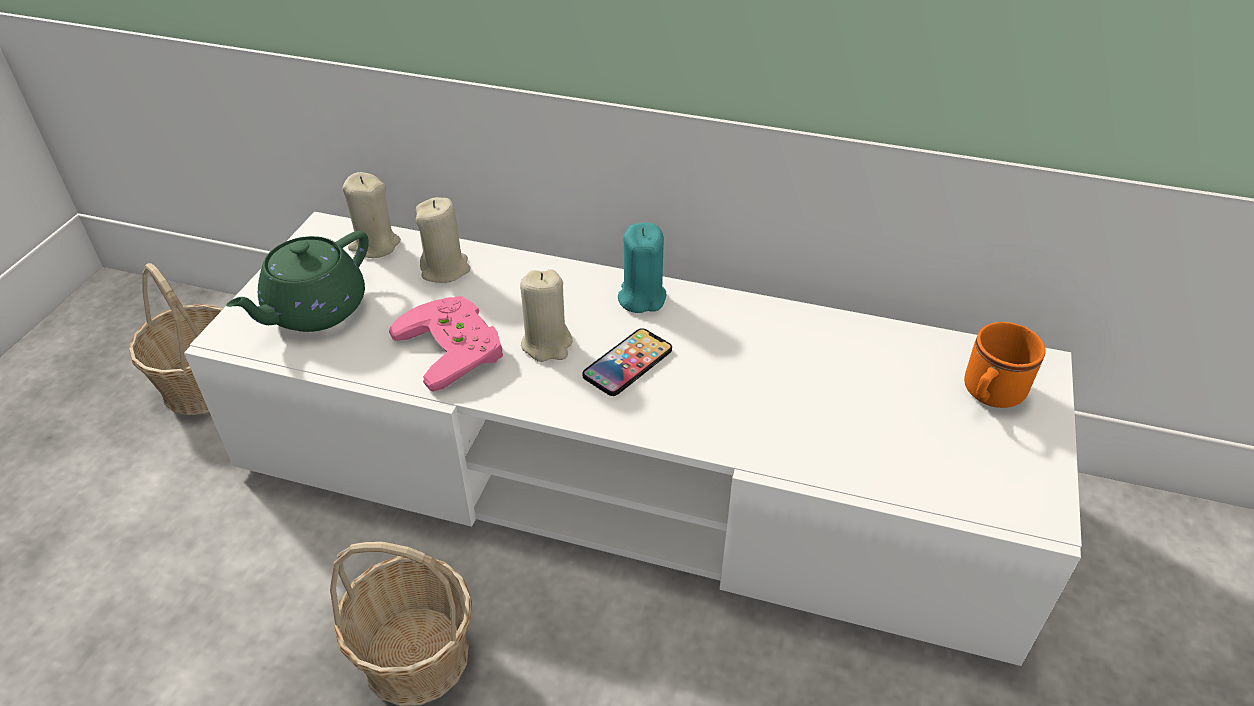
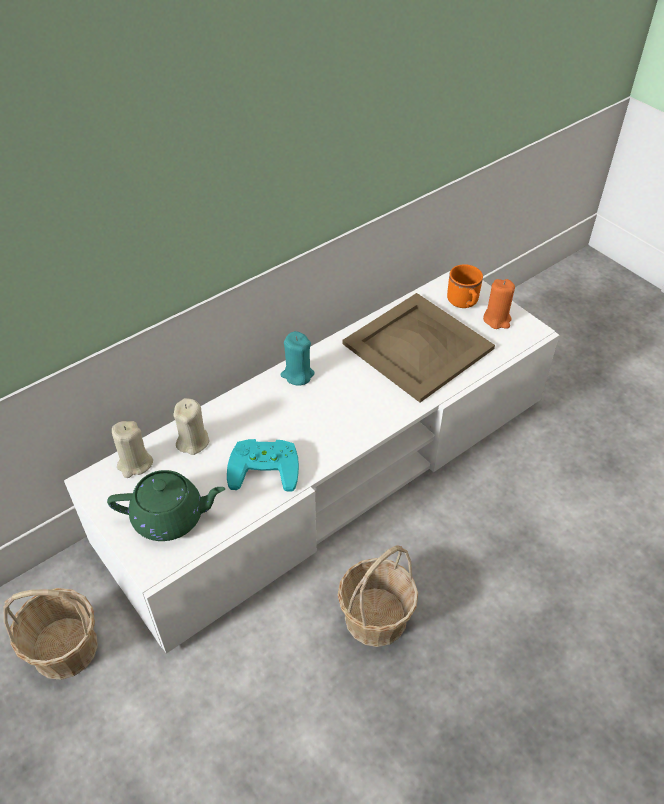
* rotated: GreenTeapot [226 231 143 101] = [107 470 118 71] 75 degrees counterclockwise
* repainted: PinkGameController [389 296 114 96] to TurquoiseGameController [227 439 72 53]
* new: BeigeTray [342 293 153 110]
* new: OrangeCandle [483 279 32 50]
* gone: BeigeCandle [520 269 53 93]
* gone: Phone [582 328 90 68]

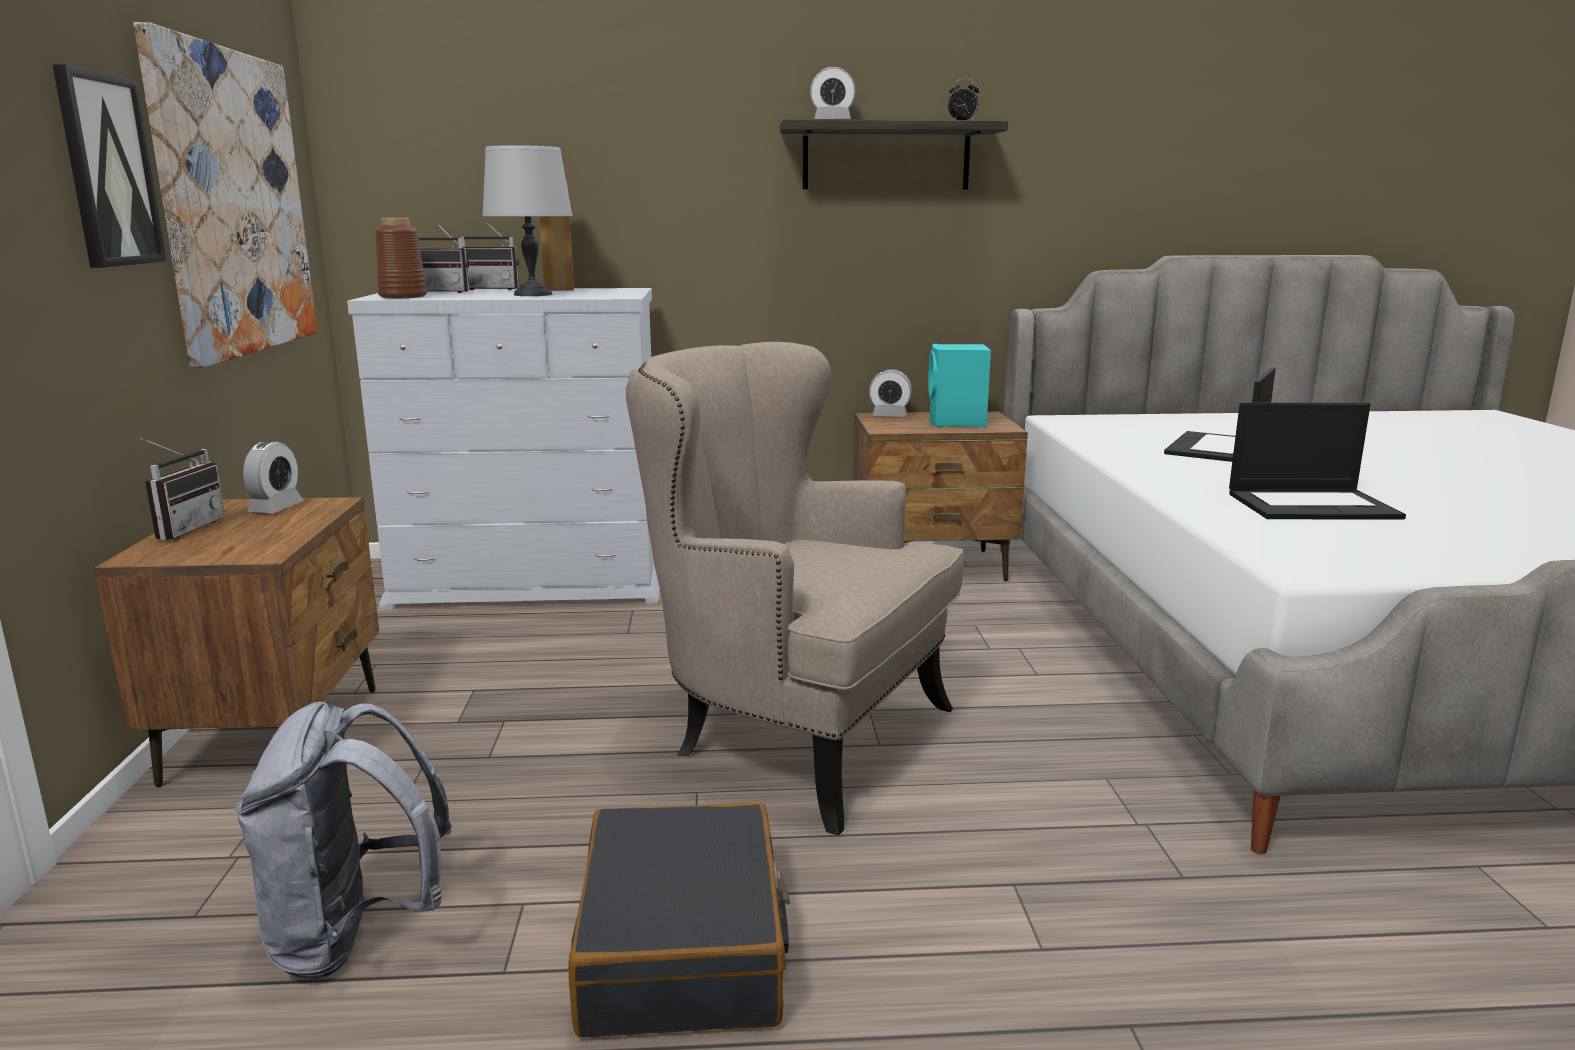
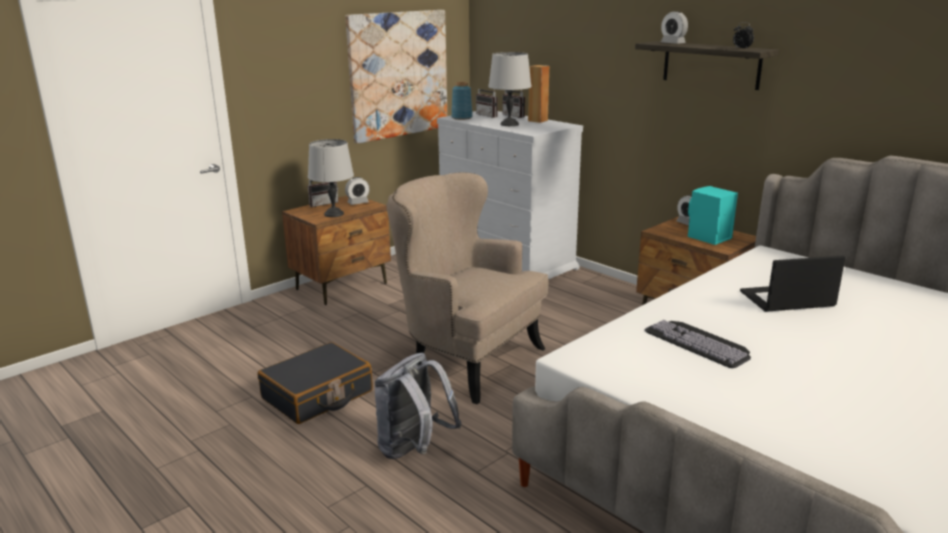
* new: GreyTableLamp [308 139 46 78]
* shifted: GreyBackpack [235 702 217 277] to [375 353 87 106]
* rotated: BeigeArmchair [626 342 338 493] = [387 172 162 232] 45 degrees counterclockwise
* repainted: BrownVase [375 218 52 80] to BlueVase [451 82 22 38]
* swapped: Laptop [1229 402 177 118] to Keyboard [644 320 107 48]
* gone: Picture [52 64 115 204]

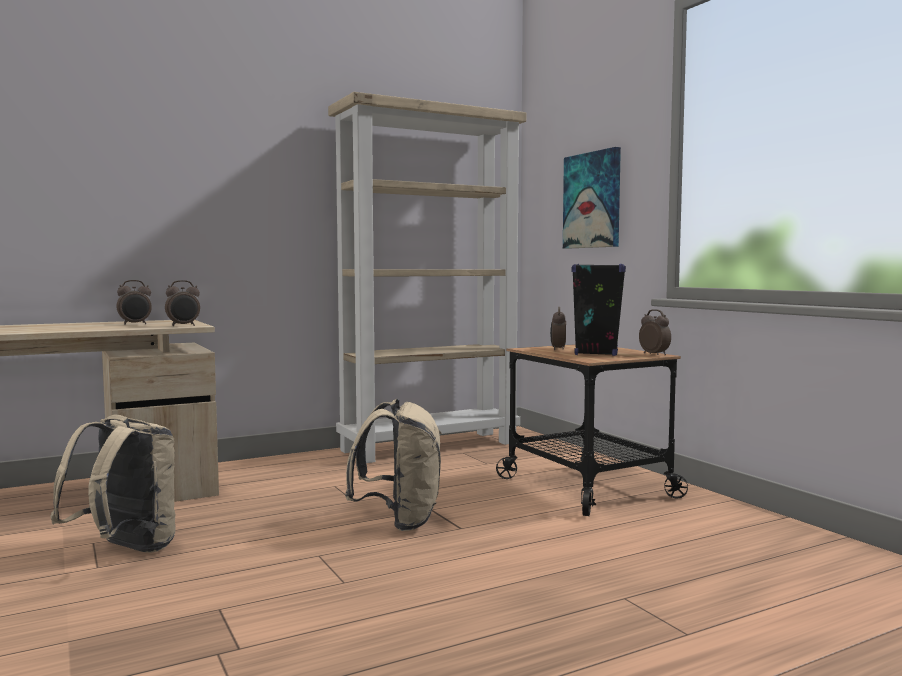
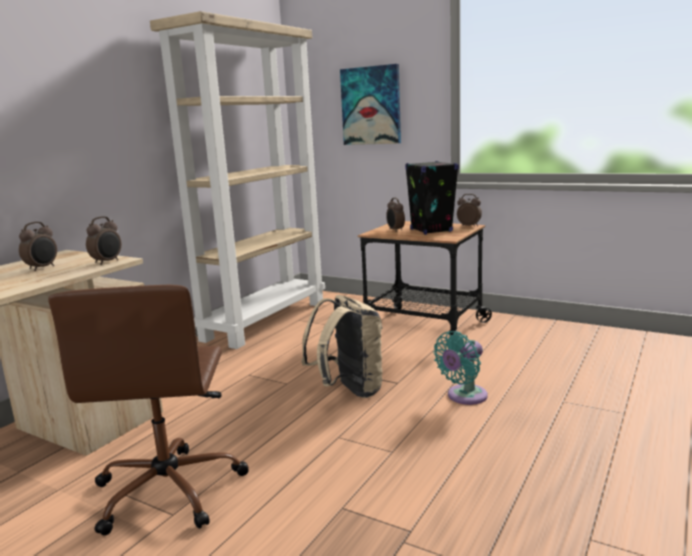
* swapped: BeigeBackpack [50 415 126 137] to BrownOfficeChair [48 285 201 251]
* new: TurquoiseFan [433 331 55 74]

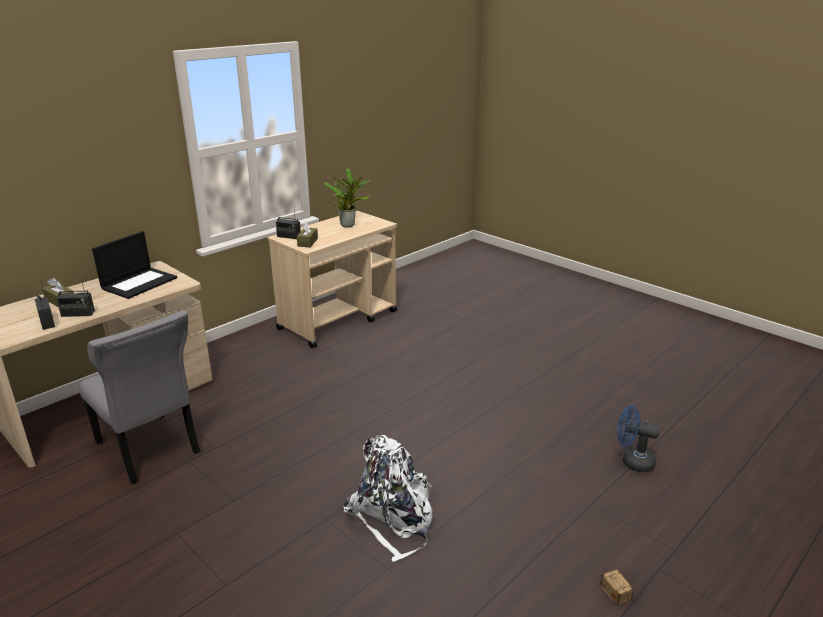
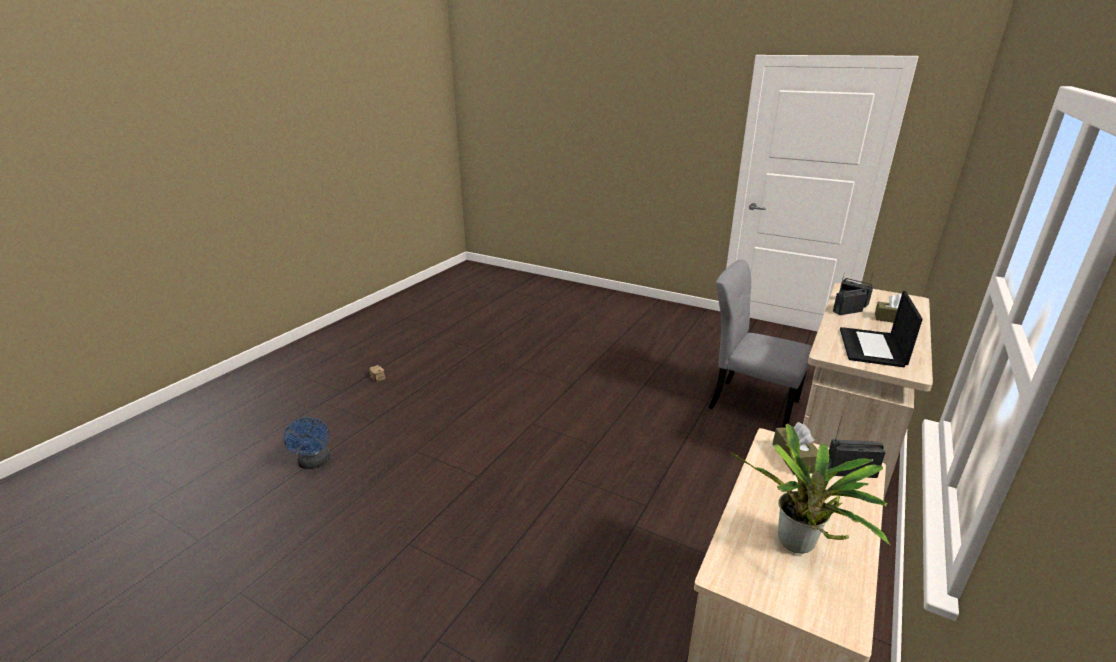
* rotated: BlueFan [617 405 43 67] = [283 416 47 53] 60 degrees clockwise
* gone: WhiteBackpack [343 435 89 127]

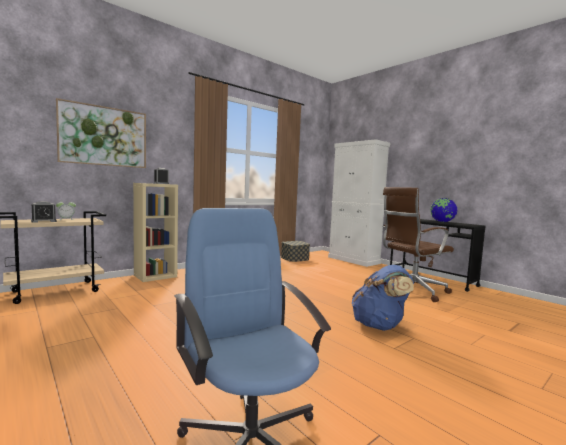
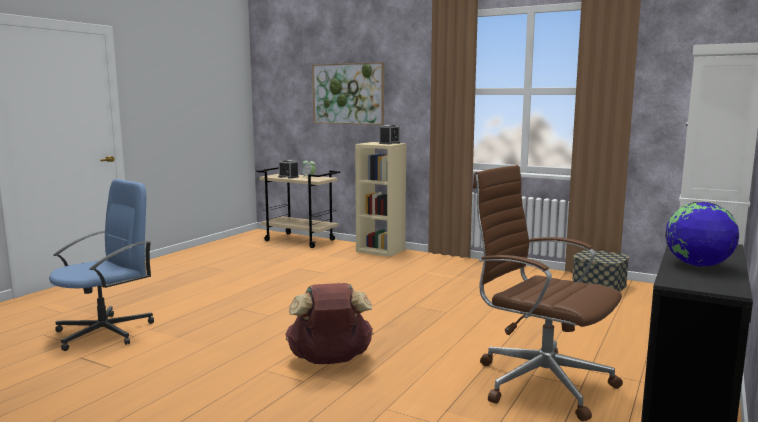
* repainted: BlueBackpack [352 265 62 66] to BrownBackpack [285 283 88 81]

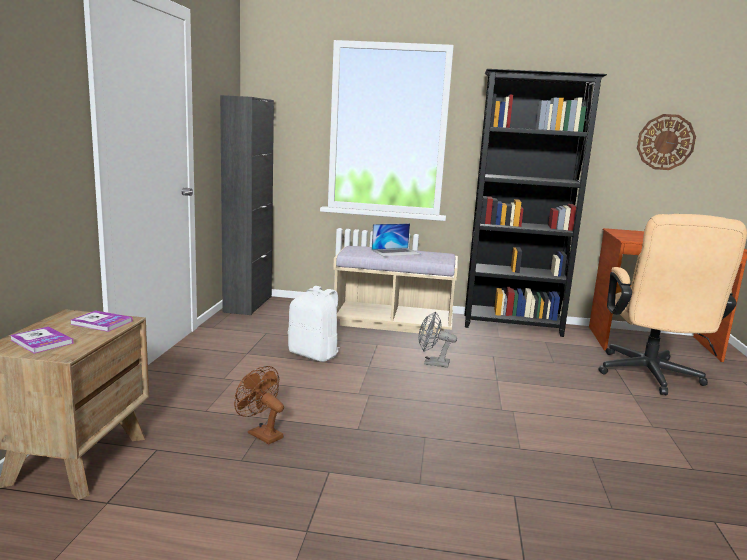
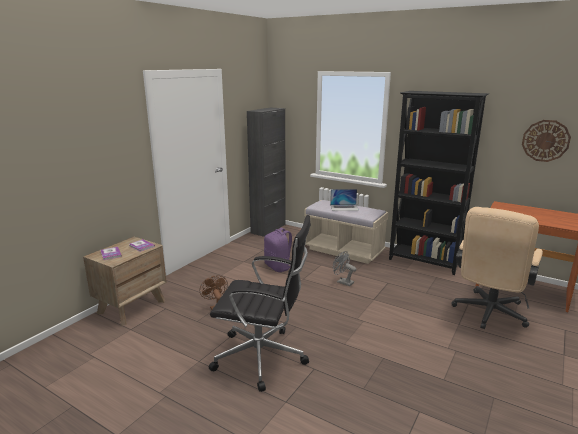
* new: BlackOfficeChair [209 215 102 177]
* repainted: WhiteBackpack [288 286 52 76] to PurpleBackpack [264 228 28 44]

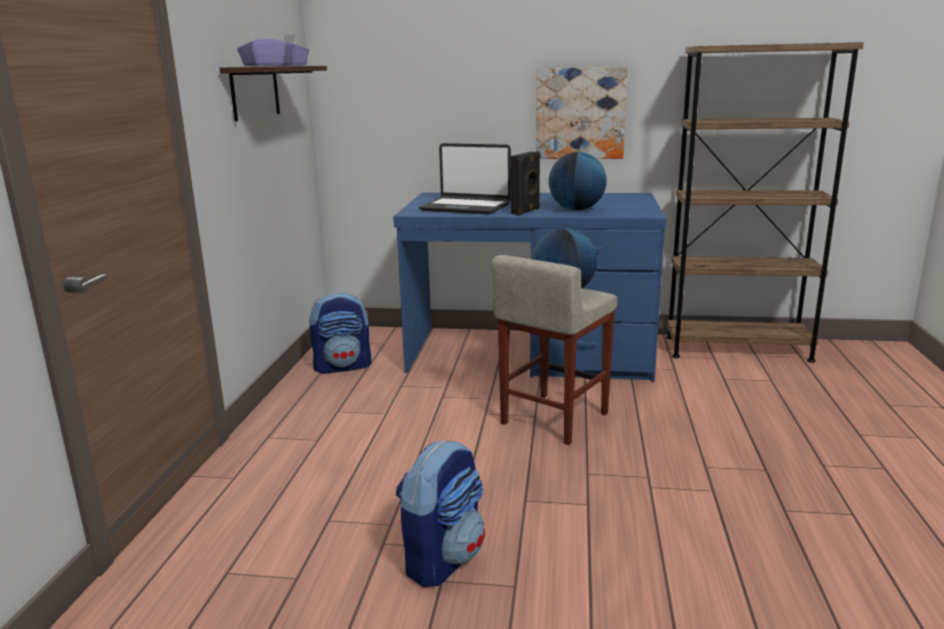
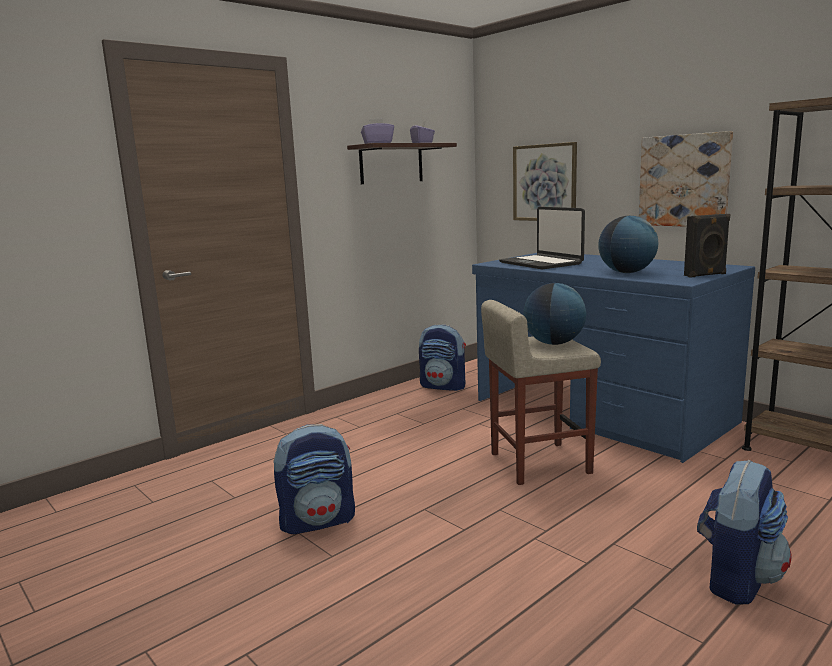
* new: Picture [513 142 64 79]
* shifted: BlackSpeaker [511 151 30 65] to [684 214 46 64]
* new: Backpack [697 459 95 146]

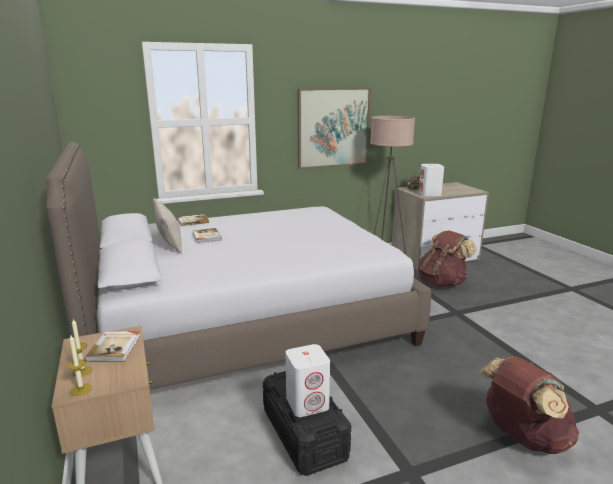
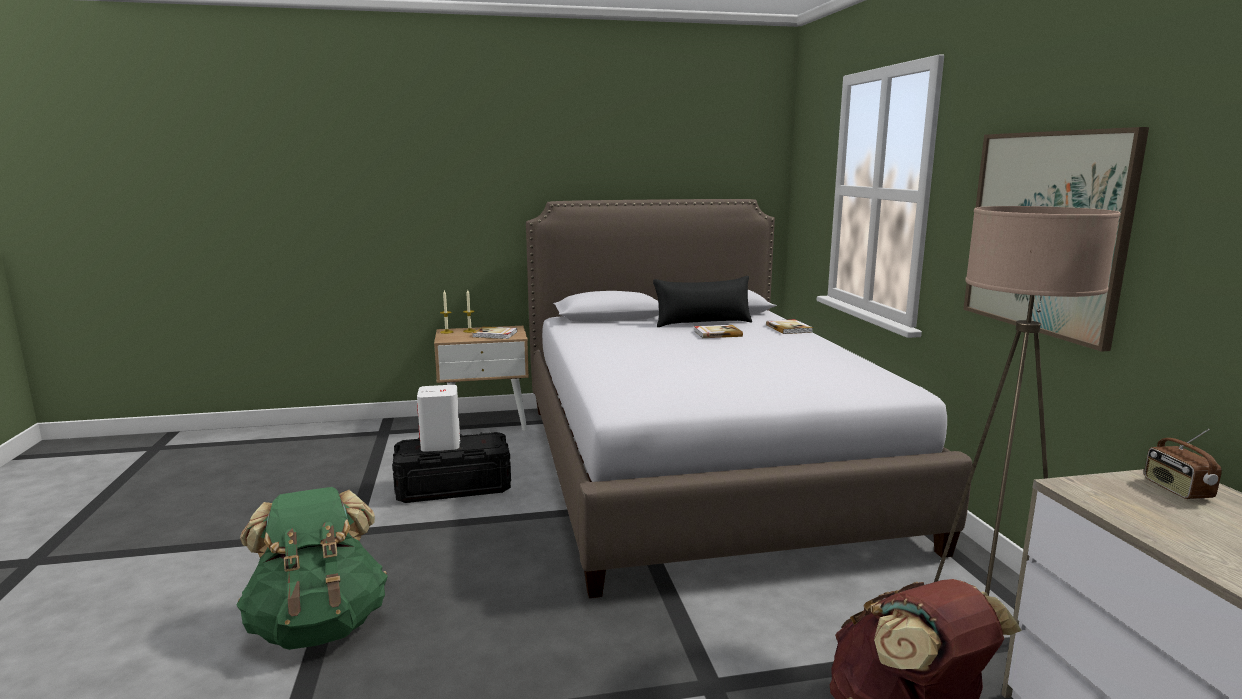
* repainted: BrownBackpack [479 356 100 98] to GreenBackpack [236 487 152 163]
* repainted: BeigePillow [154 198 28 56] to BlackPillow [653 276 99 51]
* gone: WhiteSpeaker [419 164 25 32]

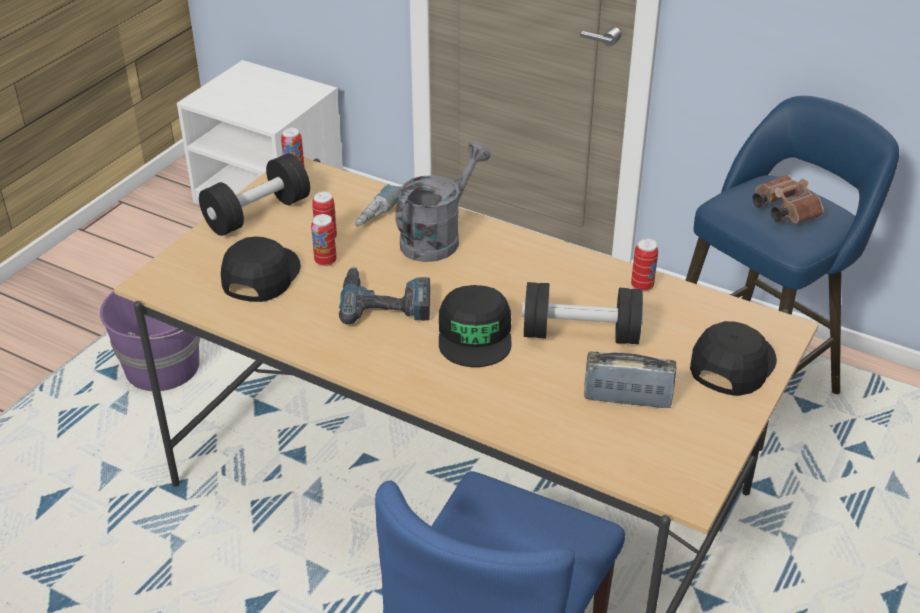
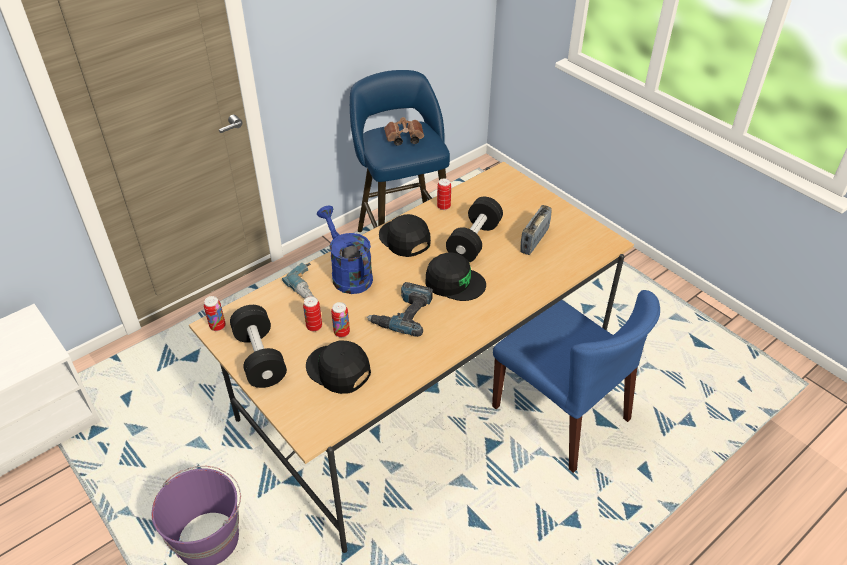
* repainted: GreyWateringCan [395 141 96 121] to BlueWateringCan [317 206 56 88]
* shifted: BlackCap [690 321 87 75] to [379 214 52 43]

